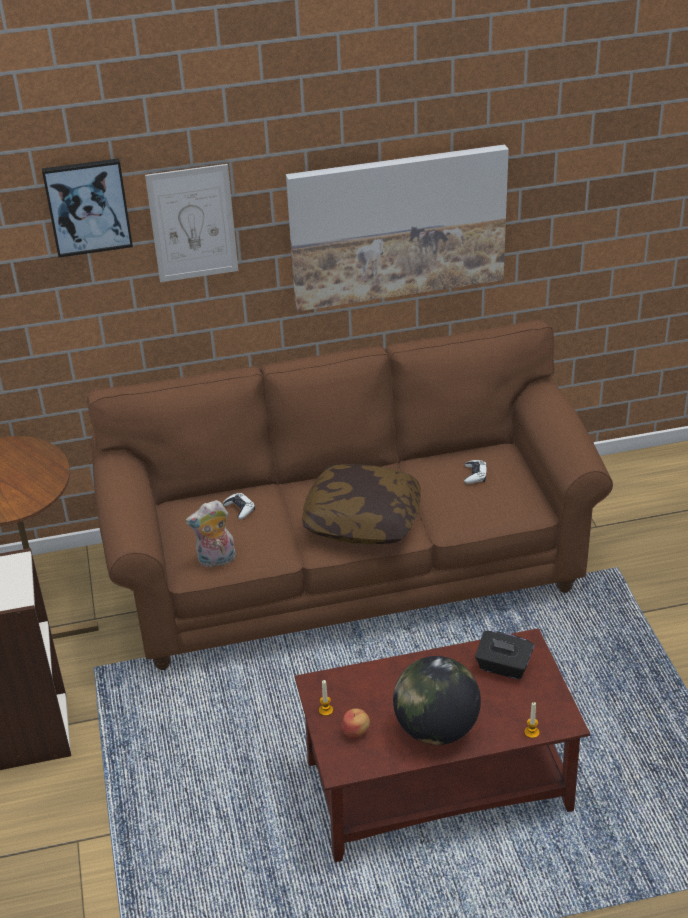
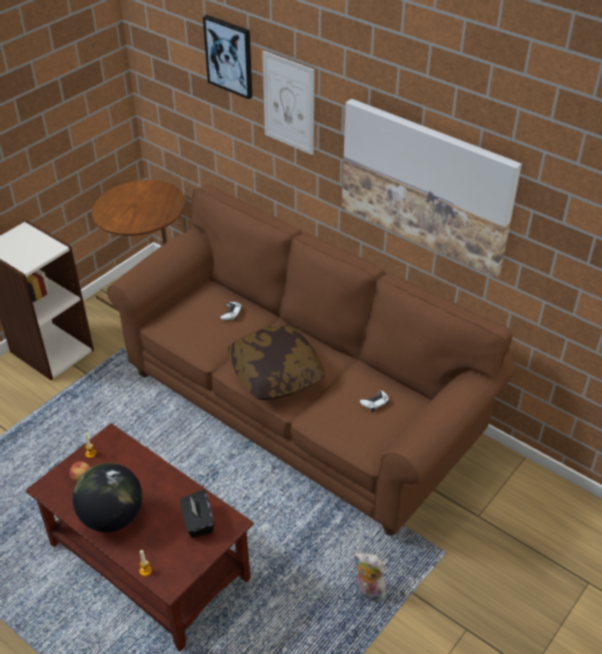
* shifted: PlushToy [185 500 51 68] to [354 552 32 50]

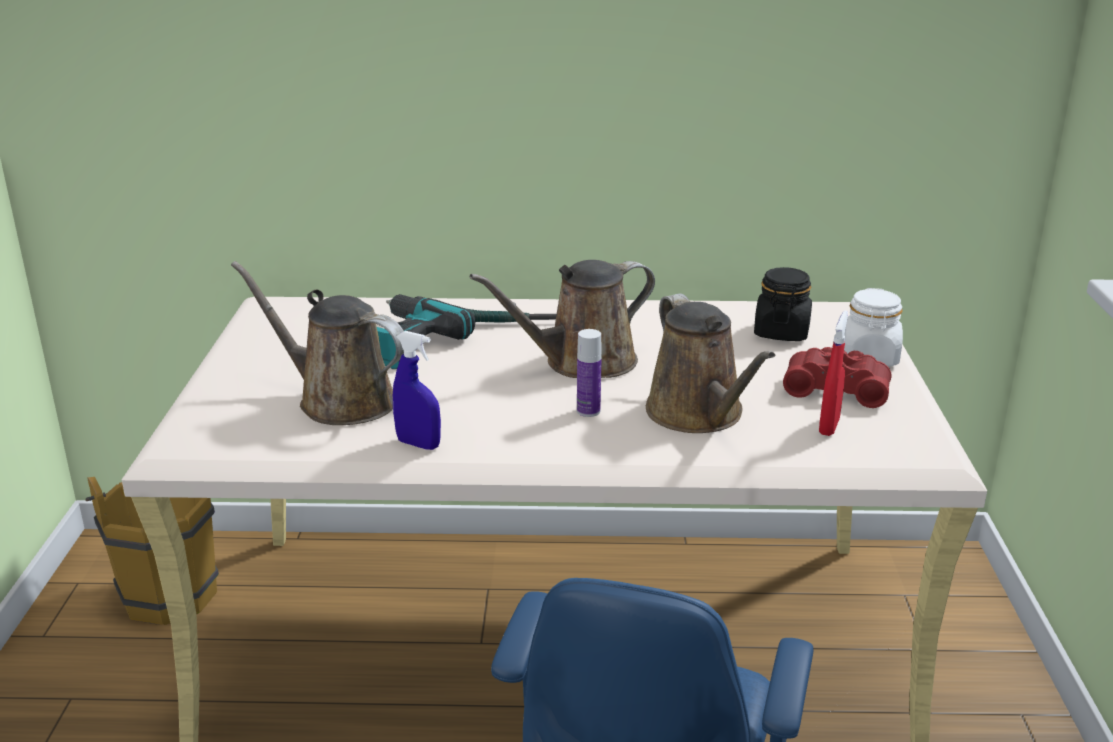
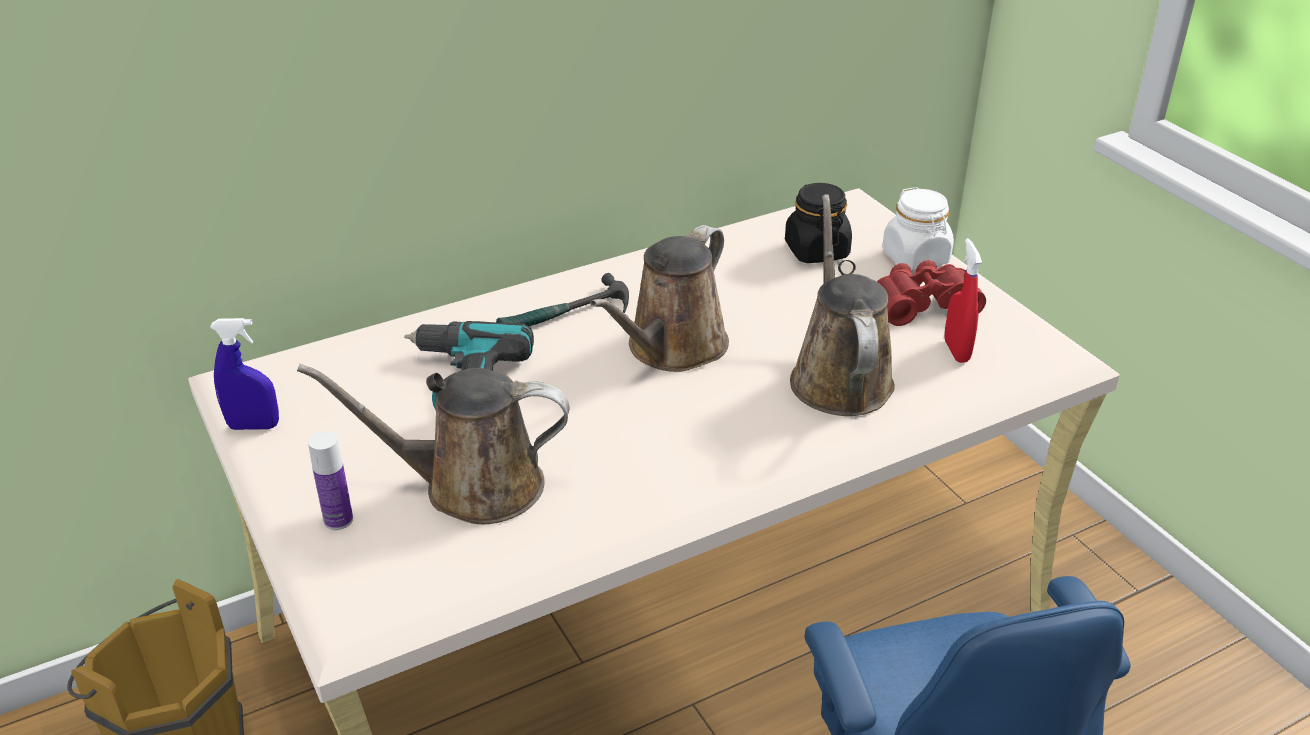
* shifted: BlueSprayBottle [393 331 48 119] to [210 318 69 112]
* shifted: Bottle [577 329 25 88] to [308 431 45 99]
* rotated: BrownWateringCan [646 293 129 140] = [790 194 105 222] 135 degrees counterclockwise

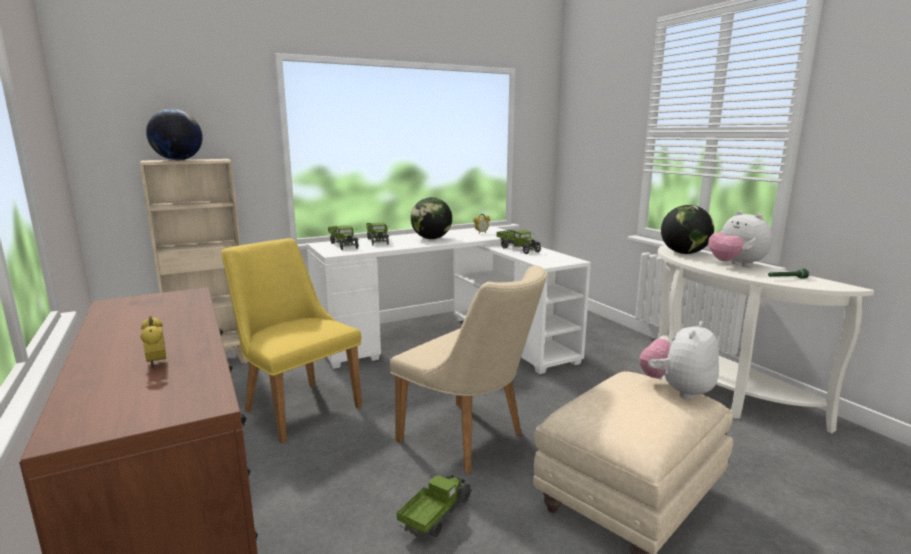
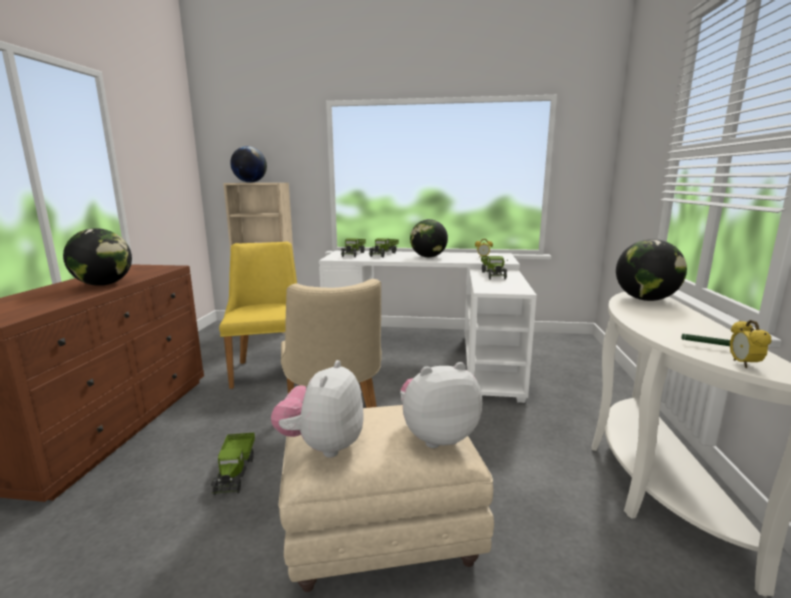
* new: Globe [63 228 69 58]
* rotated: ToyTruck [397 475 75 62] = [211 433 44 62] 105 degrees clockwise
* shifted: PlushToy [708 211 64 56] to [271 360 93 98]
* shifted: AlarmClock [140 316 26 52] to [730 320 41 48]

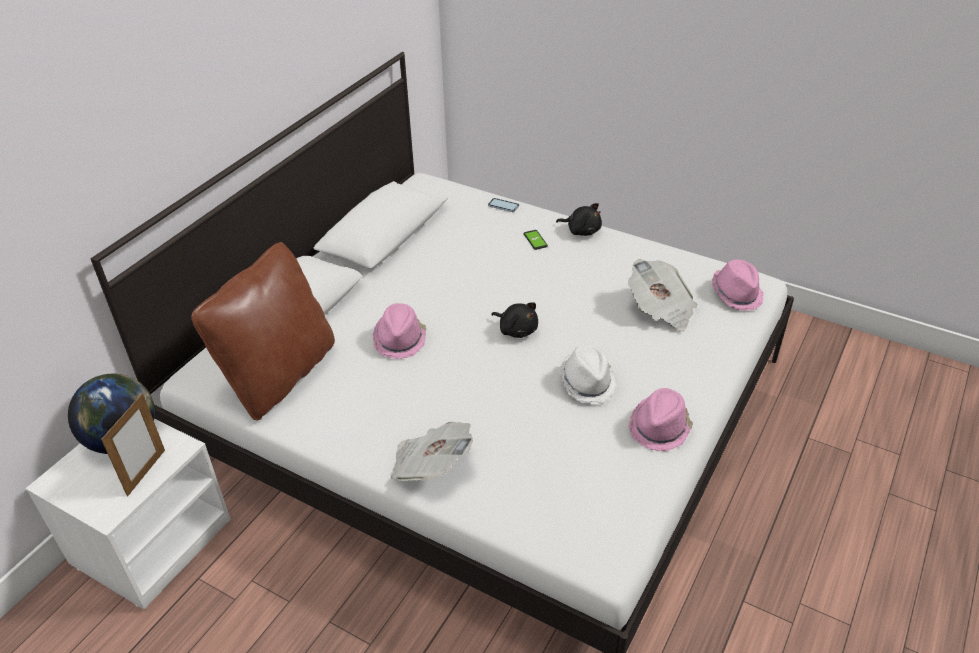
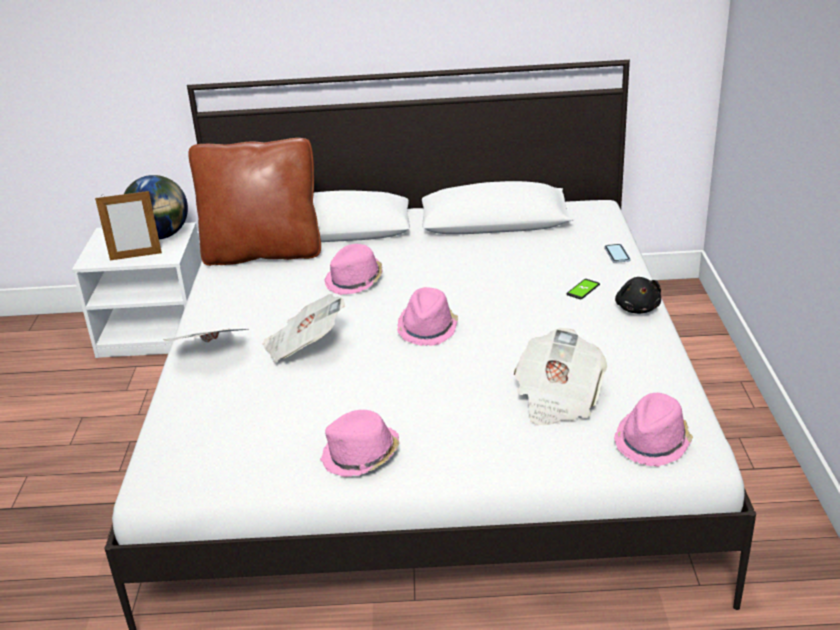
* new: Newspaper [263 294 82 69]
* swapped: BlackPlushToy [491 302 47 36] to PinkHat [397 287 61 59]
* gone: WhiteHat [560 345 57 59]

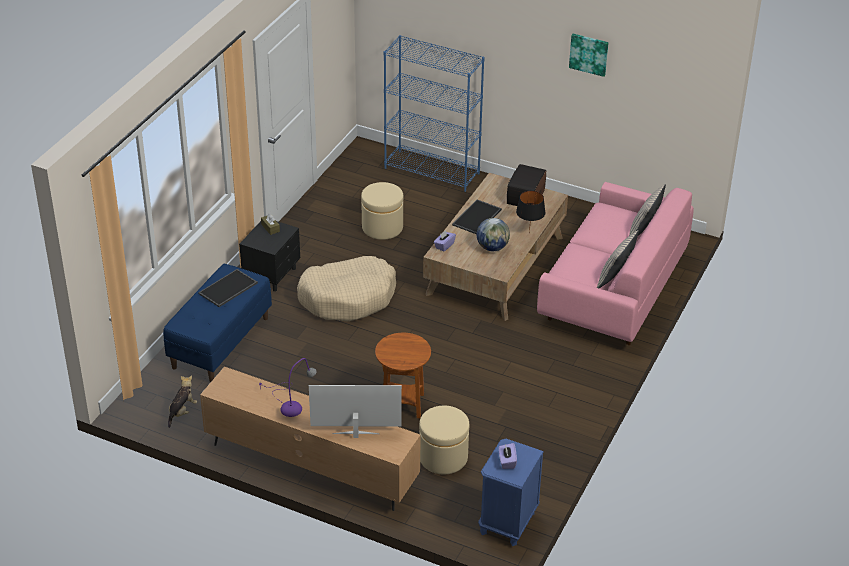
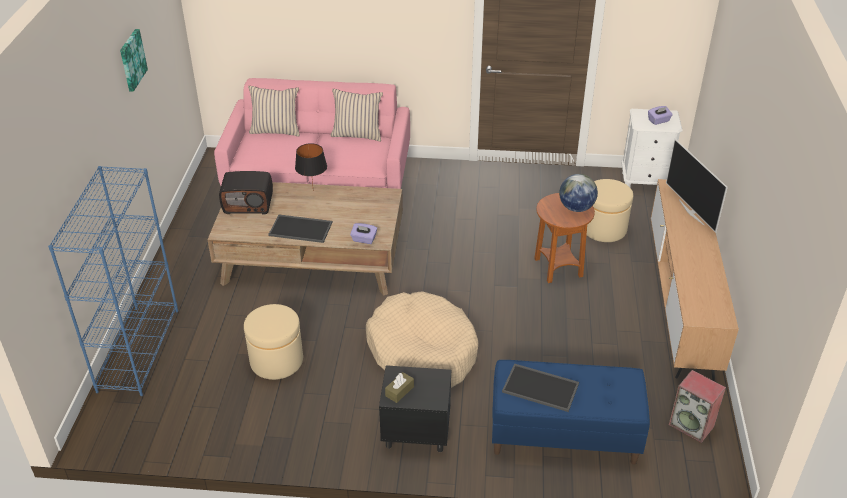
* shifted: Globe [477 218 33 33] to [559 174 39 38]
* repainted: BlueNightstand [478 439 66 107] to WhiteNightstand [621 109 62 78]
* swapped: PlushToy [168 375 29 53] to Speaker [669 370 57 73]
* gone: PurpleTableLamp [259 358 58 59]

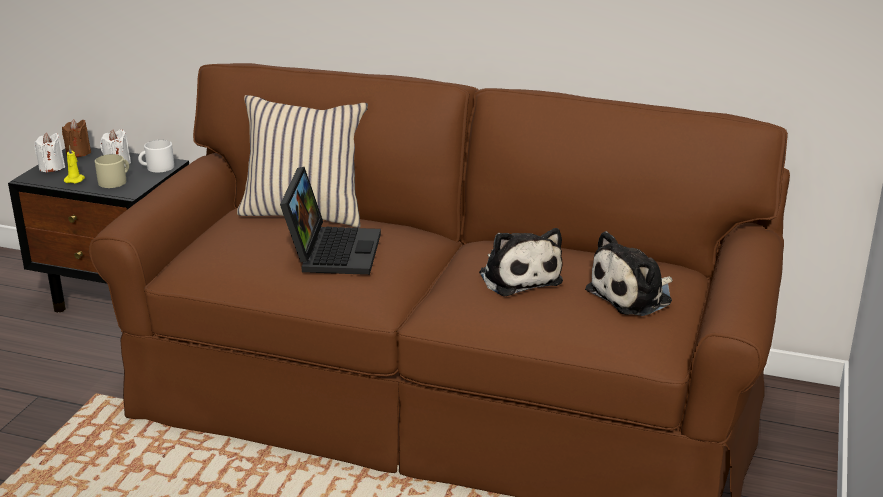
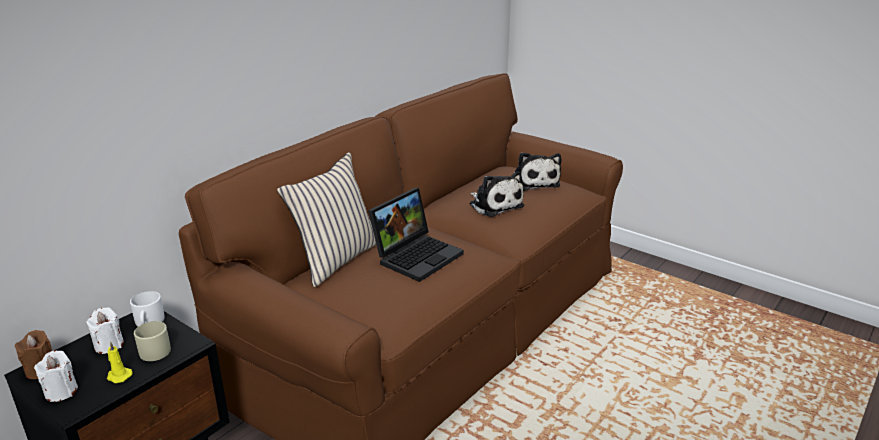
* rotated: Laptop [280 167 101 108] = [368 188 96 94] 105 degrees clockwise
* rotated: PlushToy [479 228 84 69] = [470 171 54 46] 60 degrees clockwise

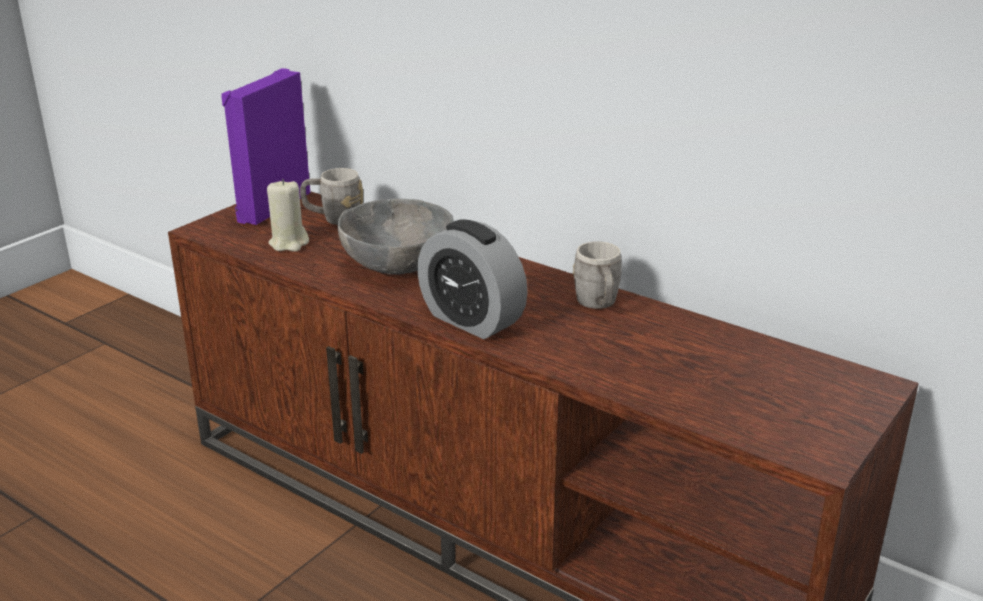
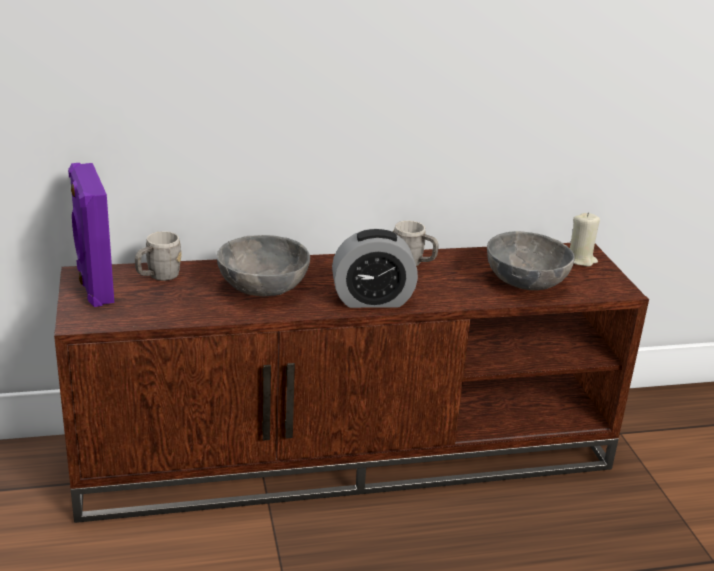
* new: GreyBowl [487 231 88 59]
* shifted: BeigeCandle [267 179 42 73] to [570 212 30 55]

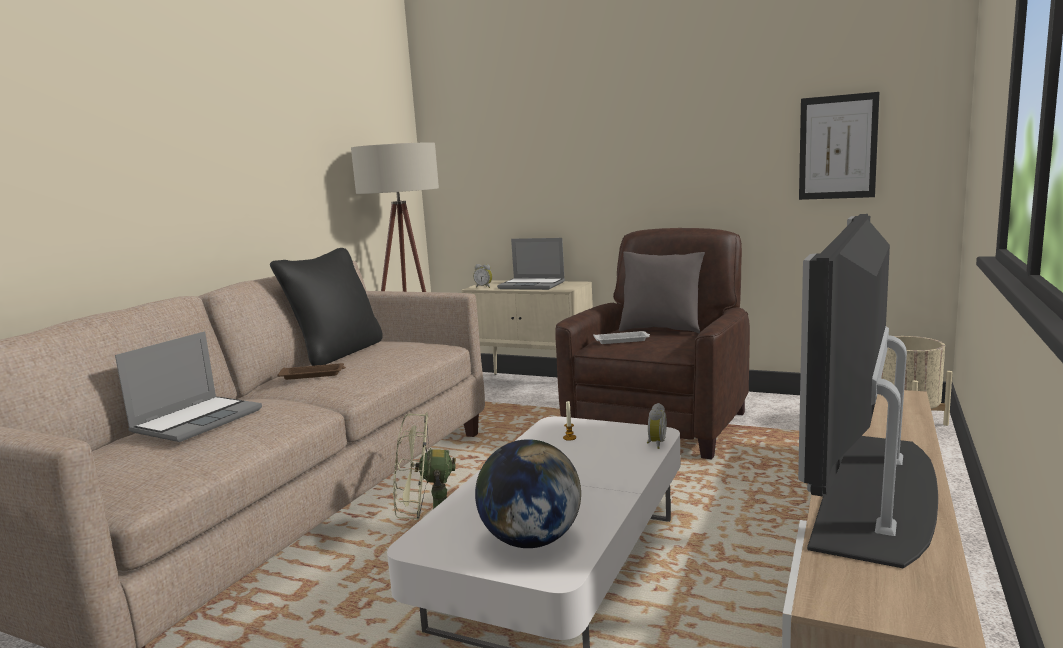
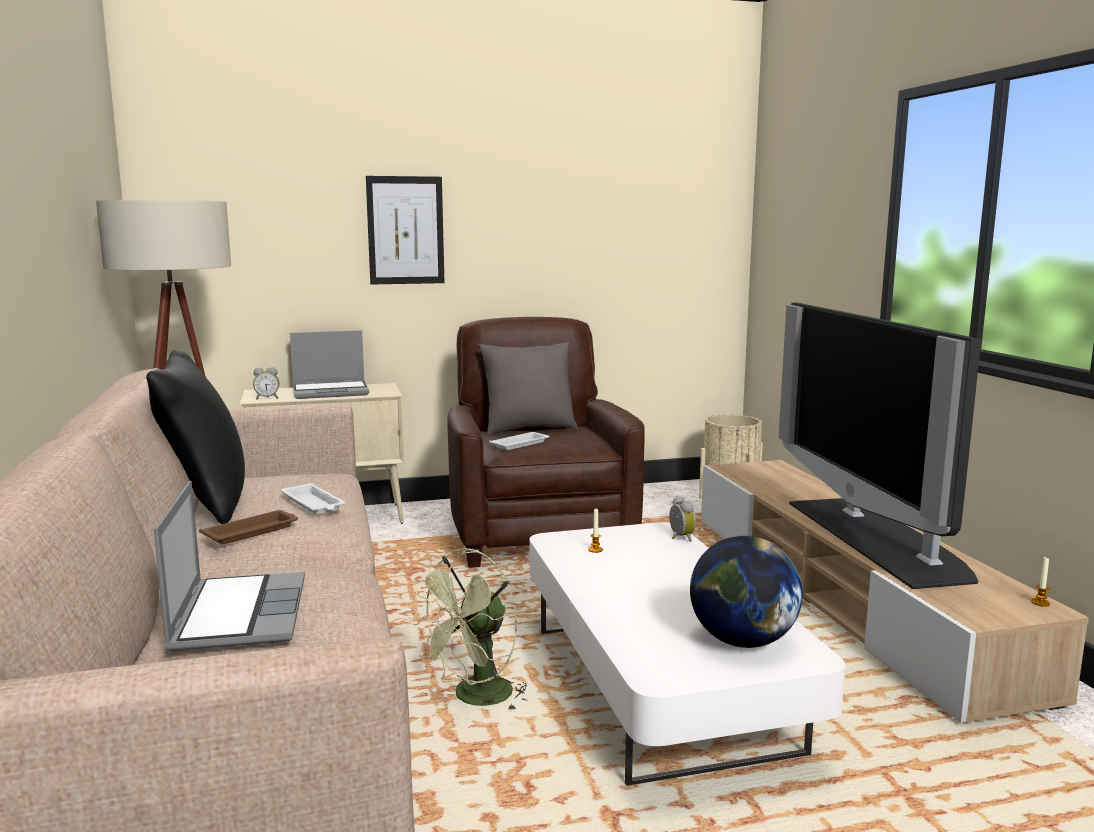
* new: WhiteTray [281 483 65 32]
* shifted: Picture [799 92 80 108] to [366 176 79 108]
* new: Candle [1031 557 19 50]

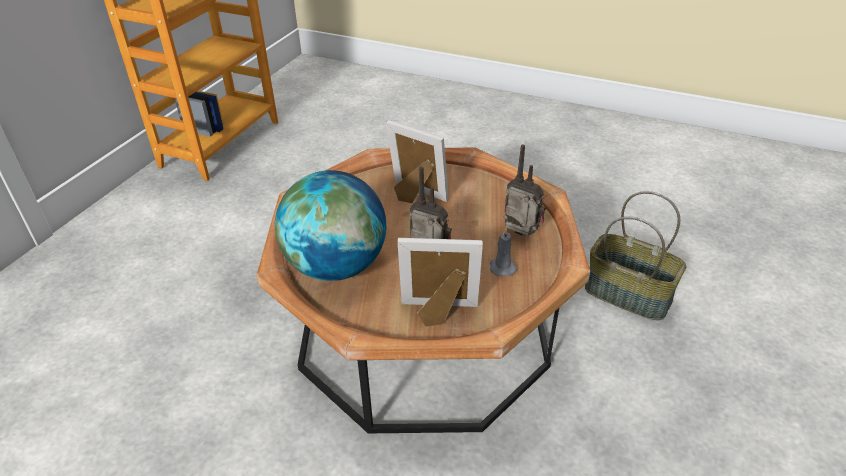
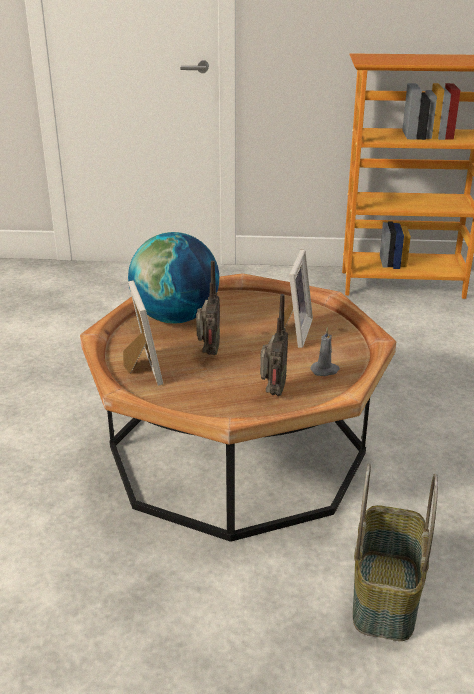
* shifted: GreyCandle [490 227 27 49] to [310 327 30 49]

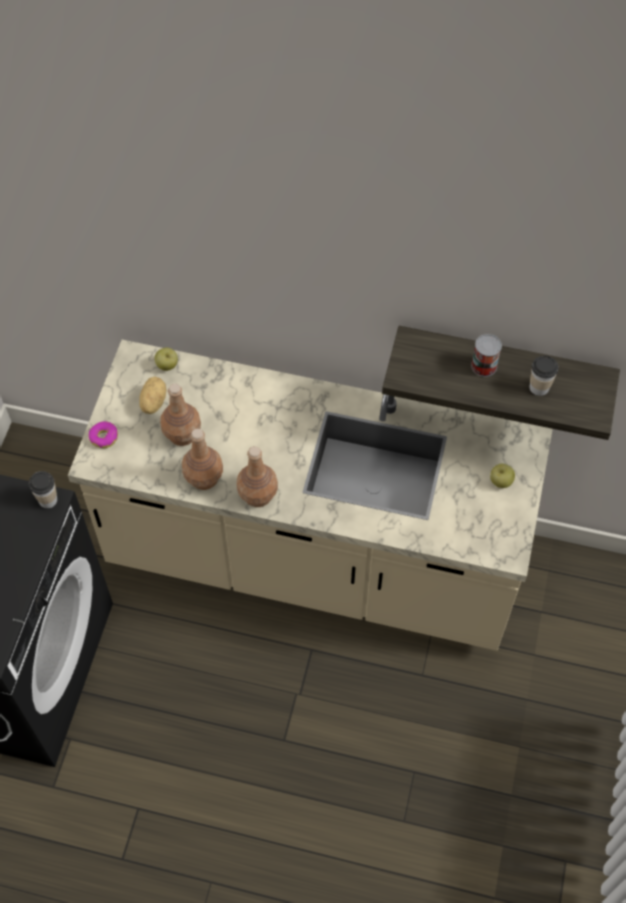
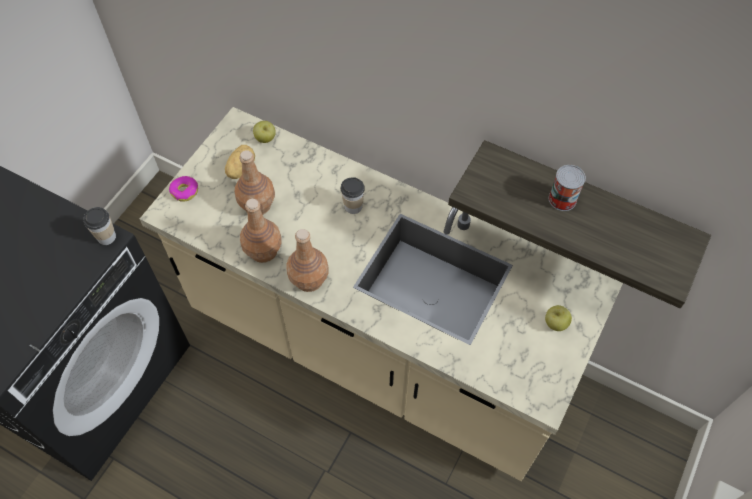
* shifted: Cup [529 356 30 40] to [340 177 25 37]

